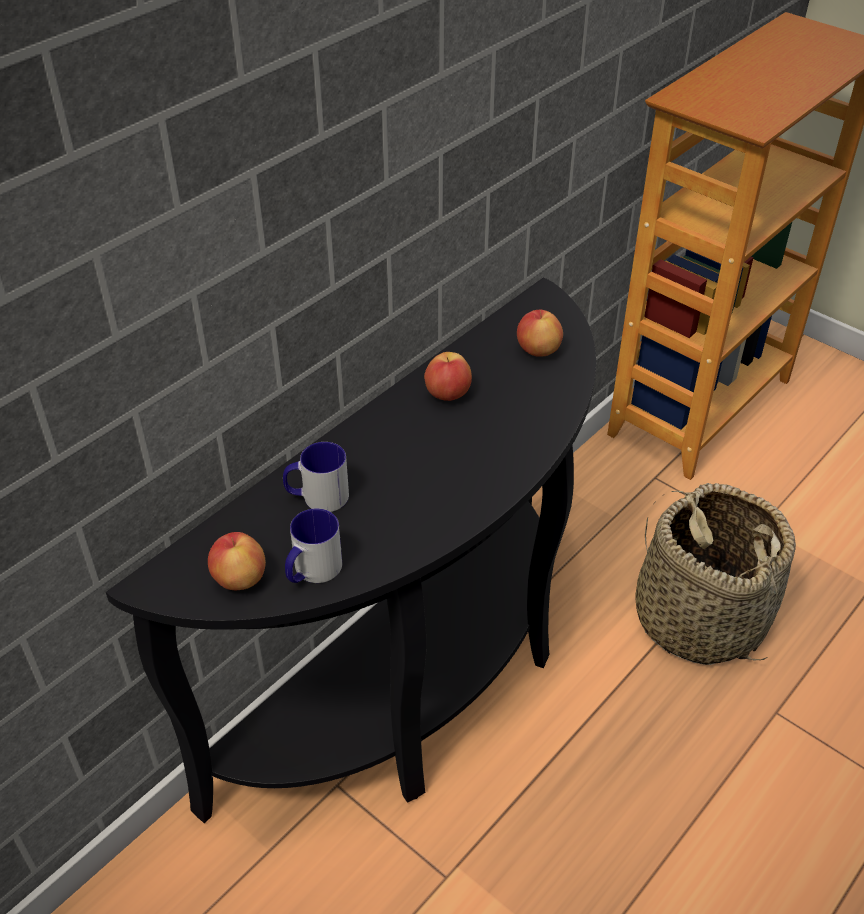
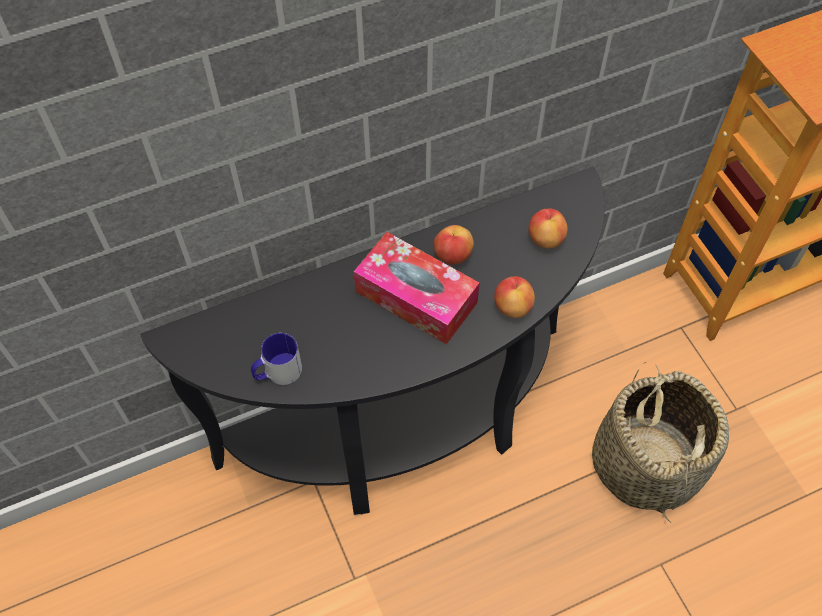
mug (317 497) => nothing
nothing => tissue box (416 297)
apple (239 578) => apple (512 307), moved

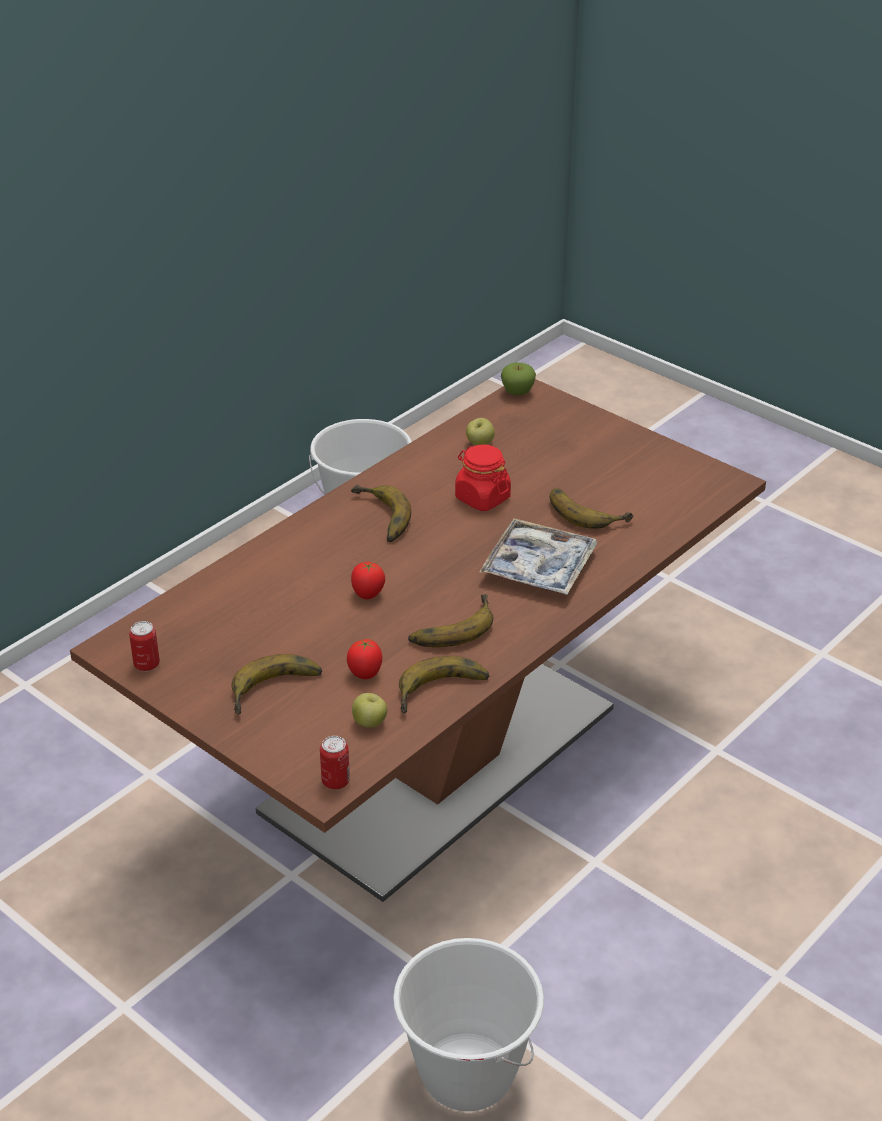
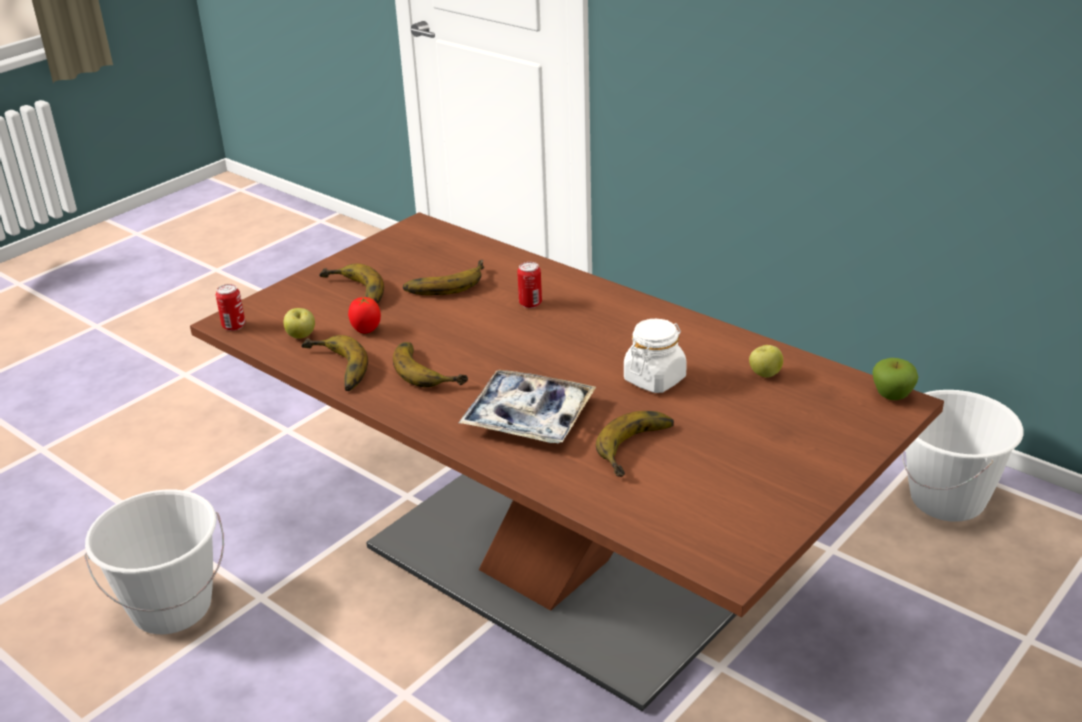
tomato (368 595) => nothing
can (146 664) => can (530 303), moved
banana (377 518) => banana (444 282), moved
red jar (482 498) => white jar (655 379)

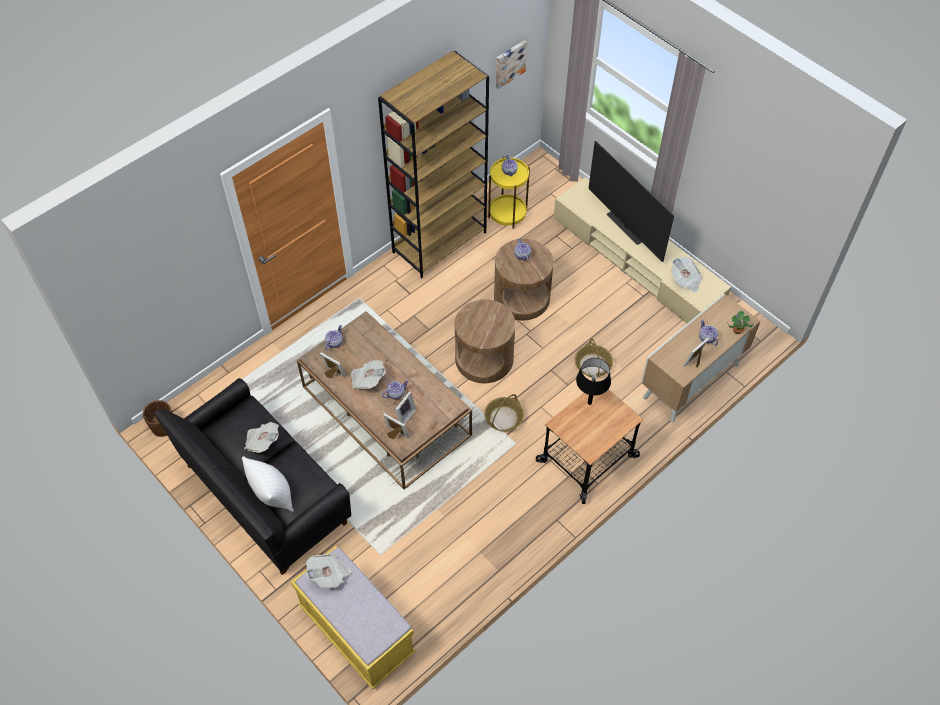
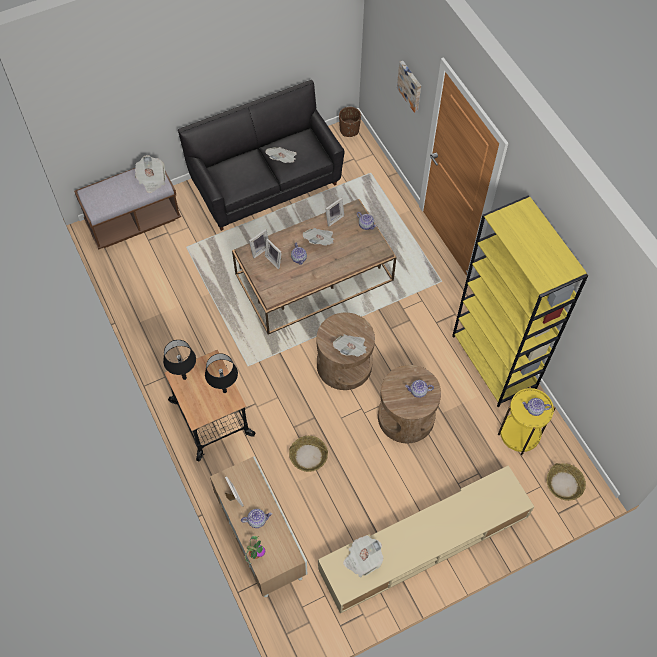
white pillow (272 495) => nothing
television (625 227) => nothing
nothing => black table lamp (184 377)
nothing => newspaper (351 349)
basket (503 418) => basket (564 484), moved
picture (509 63) => picture (410 86), moved
yellow bench (357 630) => brown bench (133 221)
brown bookcase (439 242) => yellow bookcase (494 362)

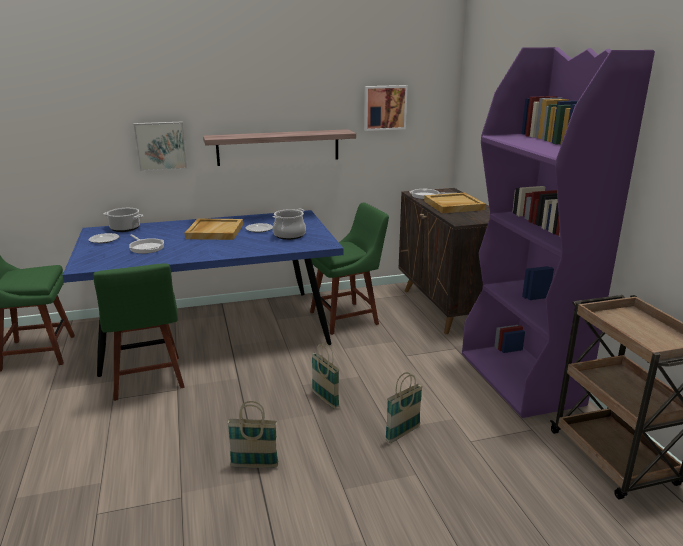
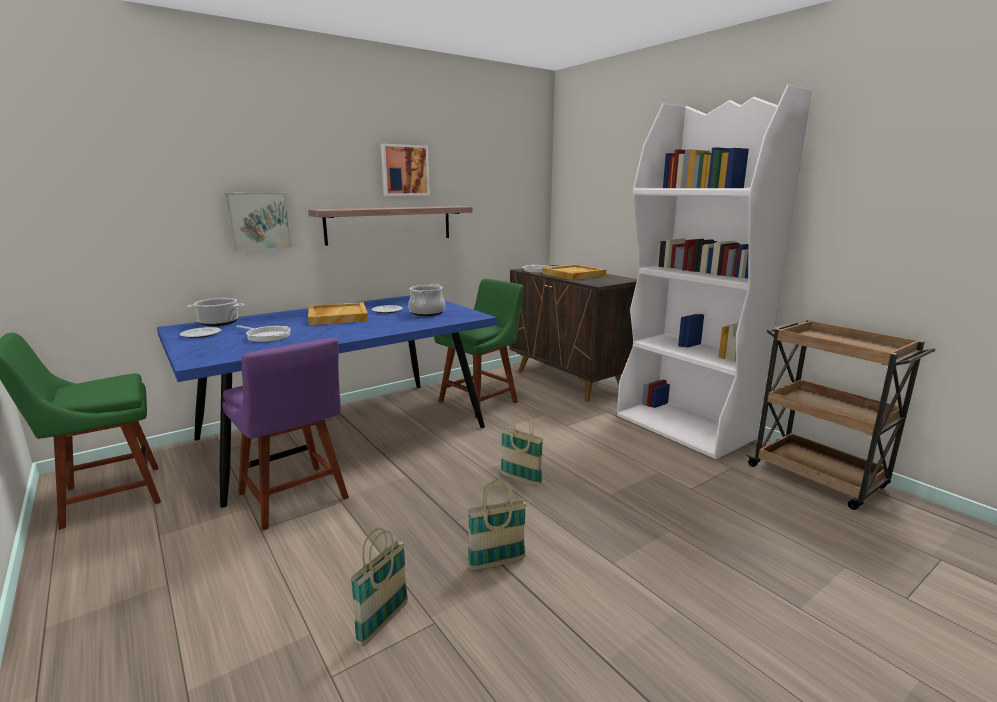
picture (384 107) => picture (404 170), moved
basket (403 433) => basket (383 622), moved
green chair (148 380) => purple chair (295 498)
purple bookcase (521 379) => white bookcase (685 427)

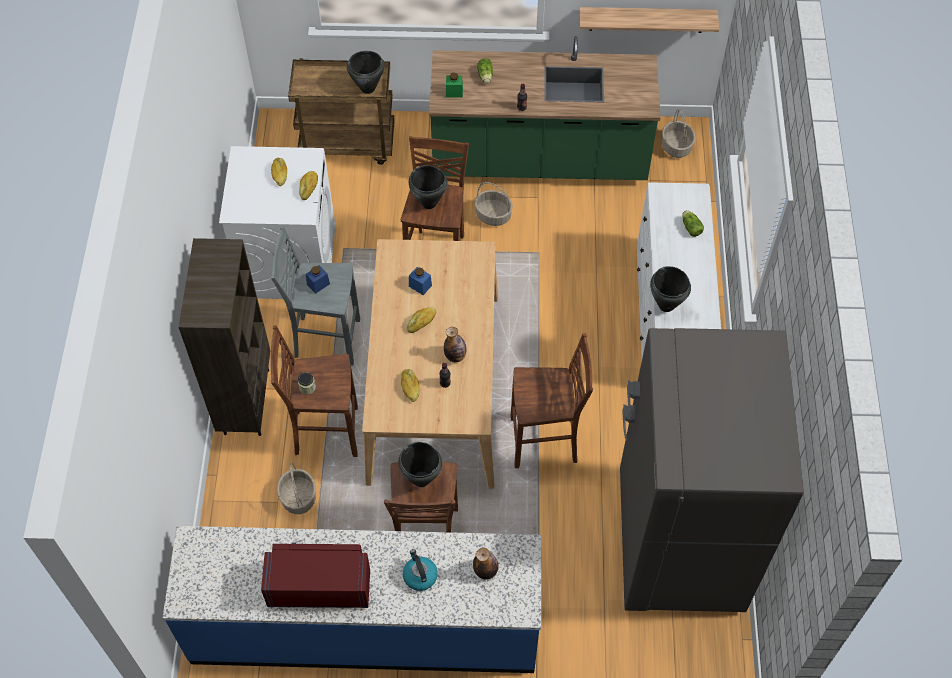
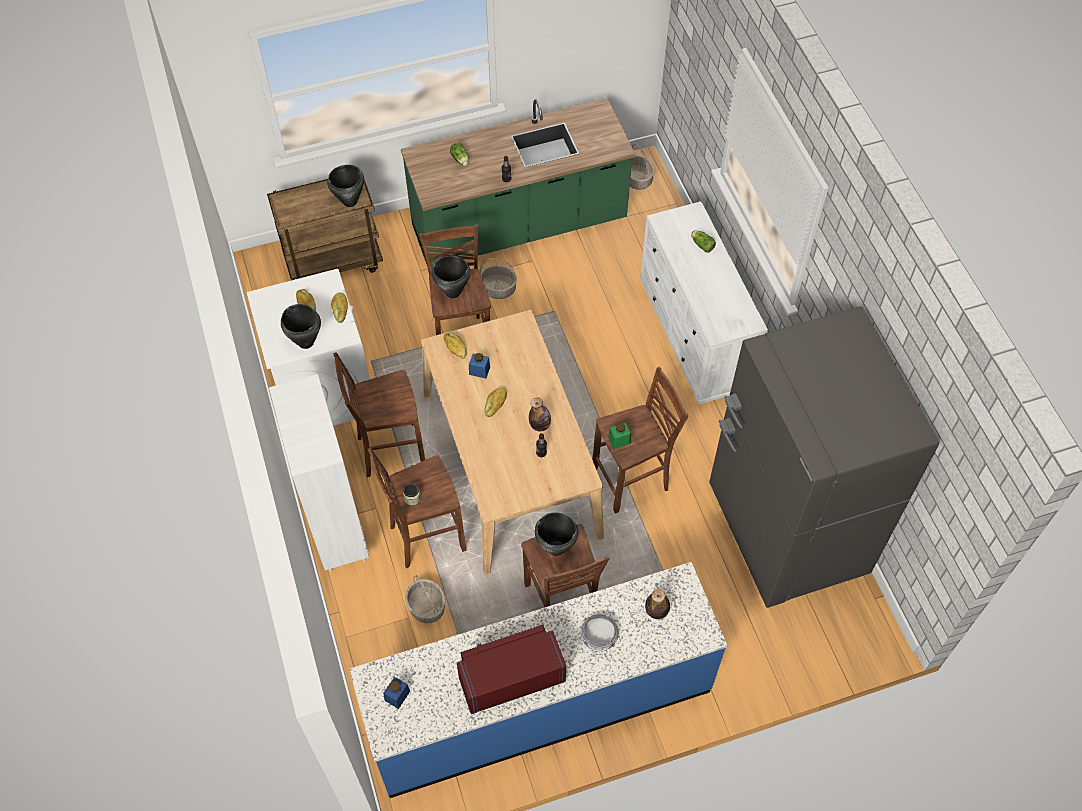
shelf (646 19) => nothing
blue jar (318 284) => blue jar (397 696), moved
bread (410 387) => bread (455 348), moved
green jar (454 92) => green jar (619 440), moved
black cooking pot (666 305) => black cooking pot (306 342), moved
kettle (419 576) => bowl (599 636)
brown bookcase (245 401) => white bookcase (337 533)
grey stool (325 339) => brown stool (389 451)

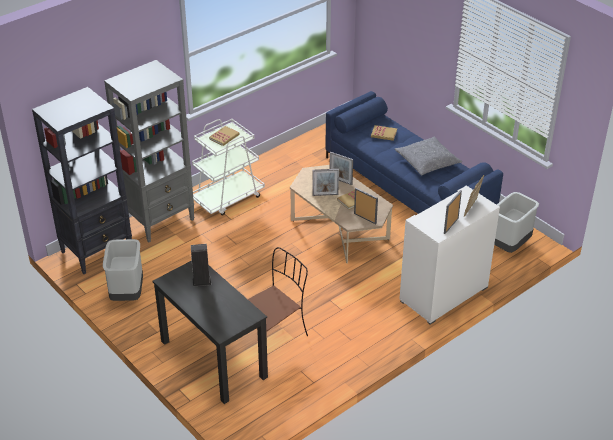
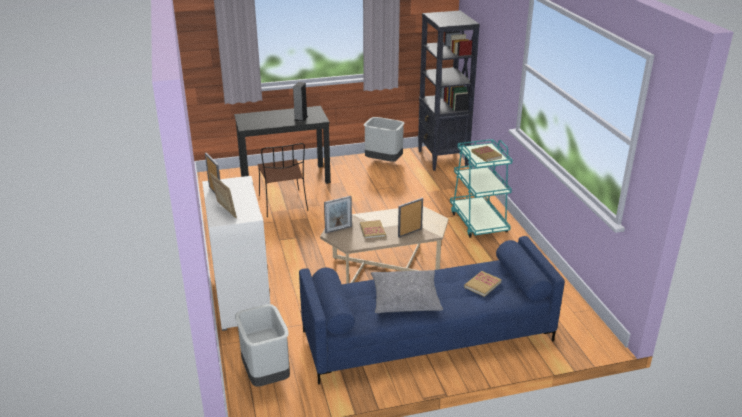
grey bookcase (160 220) => nothing
picture frame (325 195) => nothing
white cart (228 197) => turquoise cart (478 222)

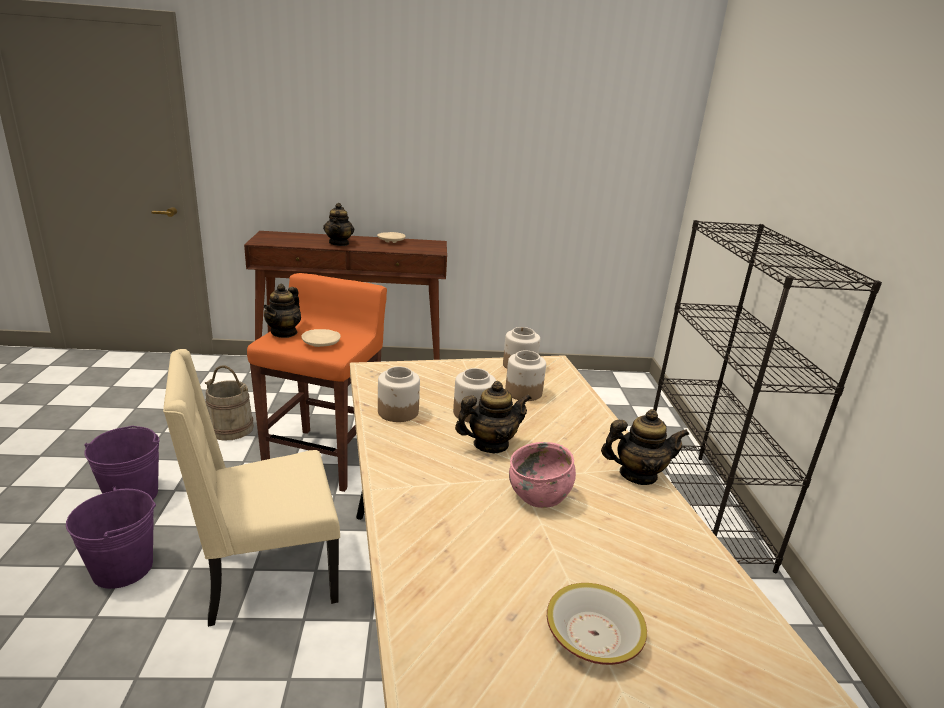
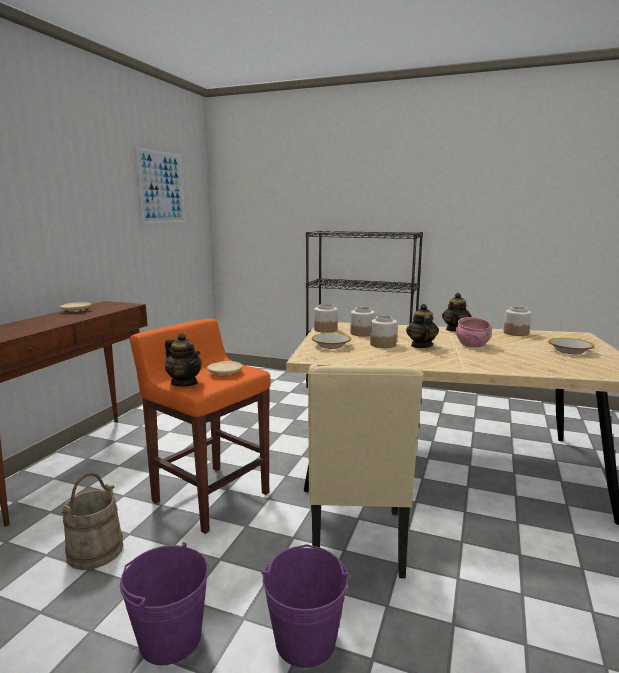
teapot (339 243) => nothing
nothing => picture (161 187)
nothing => bowl (331 346)
jar (398 412) => jar (515 333), moved

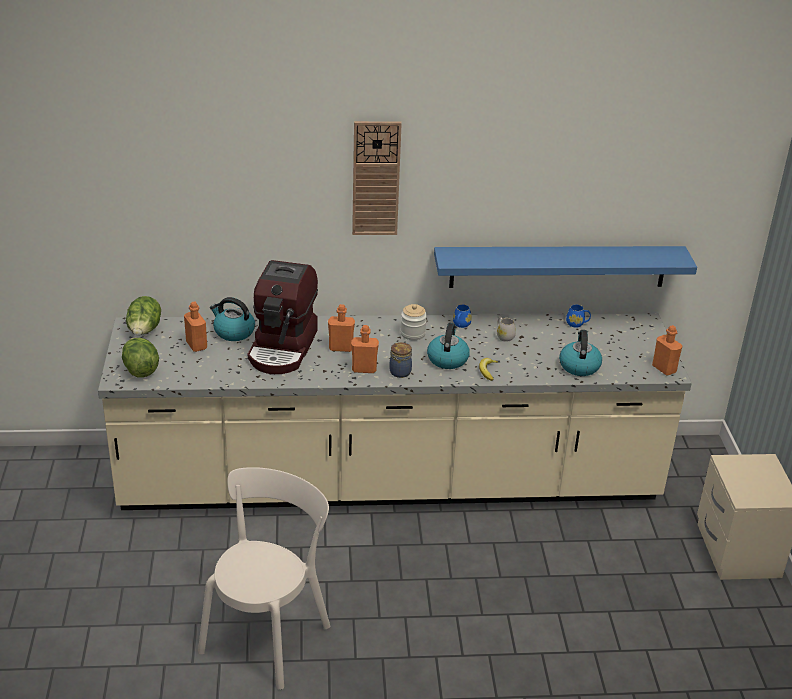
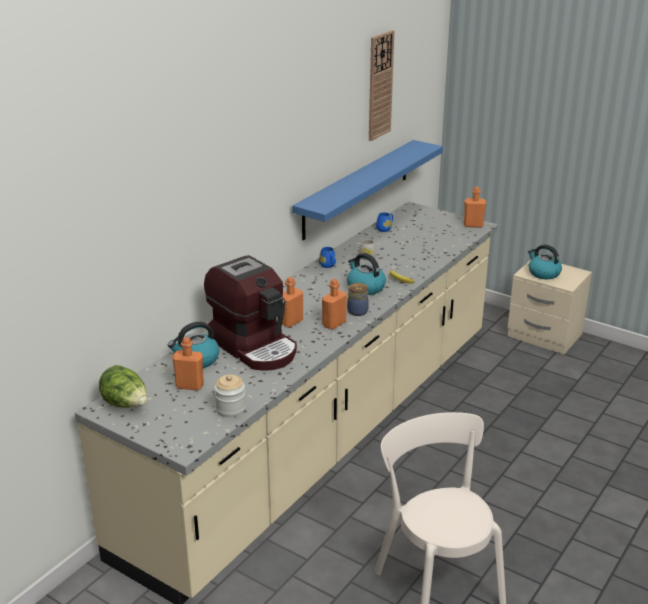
lettuce (140 369) => nothing
wall clock (376 178) => wall clock (380 85), moved
jar (413 334) => jar (230 409), moved
kettle (579 366) => kettle (543 273), moved

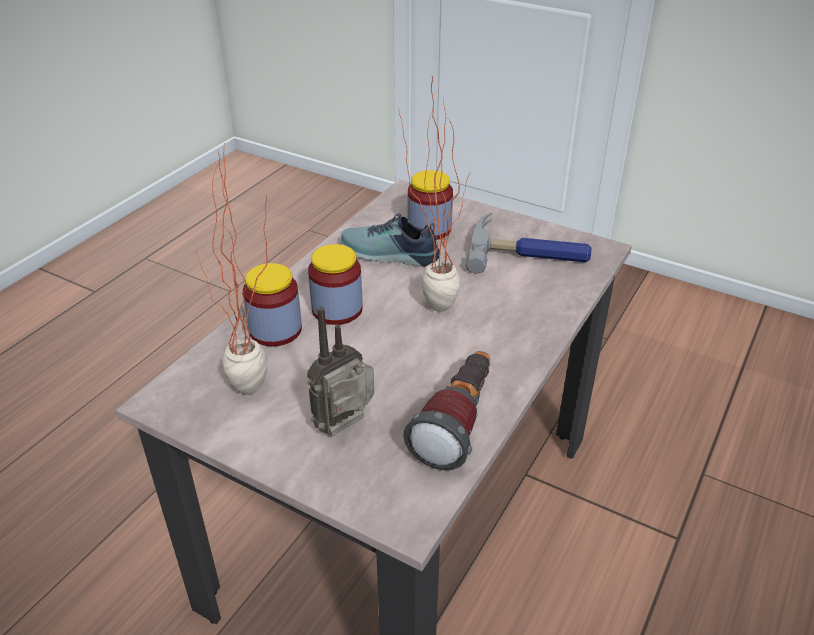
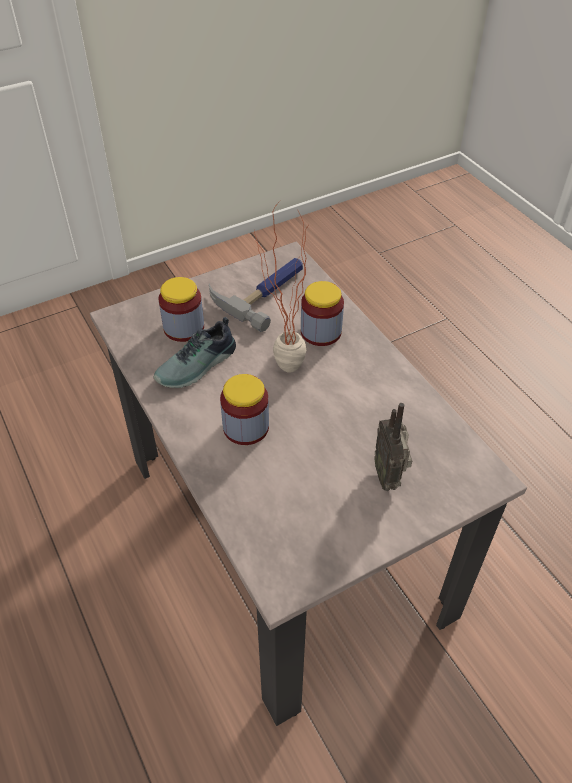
potted plant (257 395) => nothing
flashlight (457 424) => nothing
jar (275 330) => jar (321 332), moved

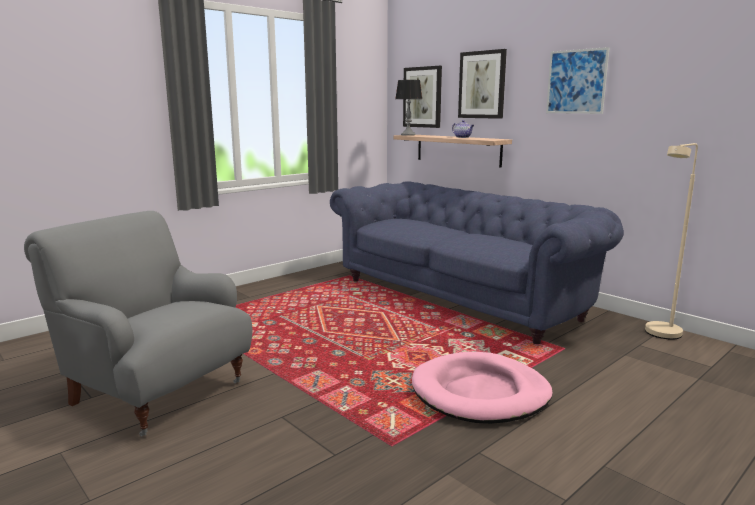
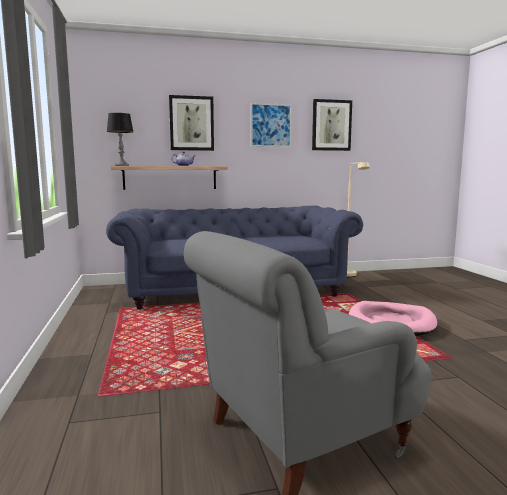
picture (422 97) => picture (331 125), moved

